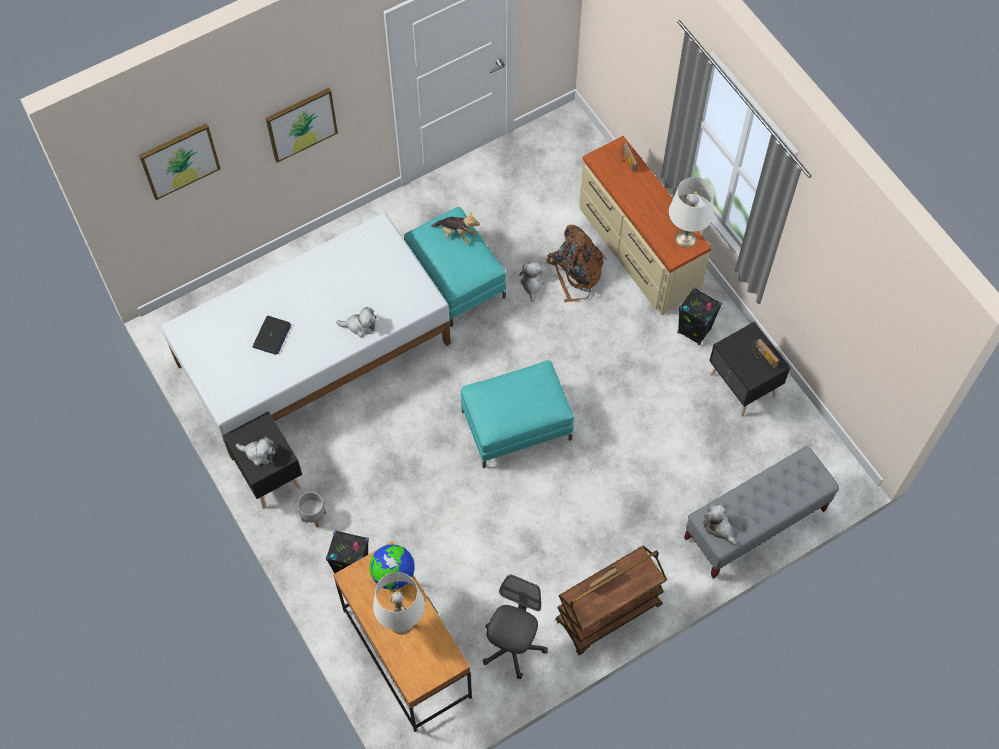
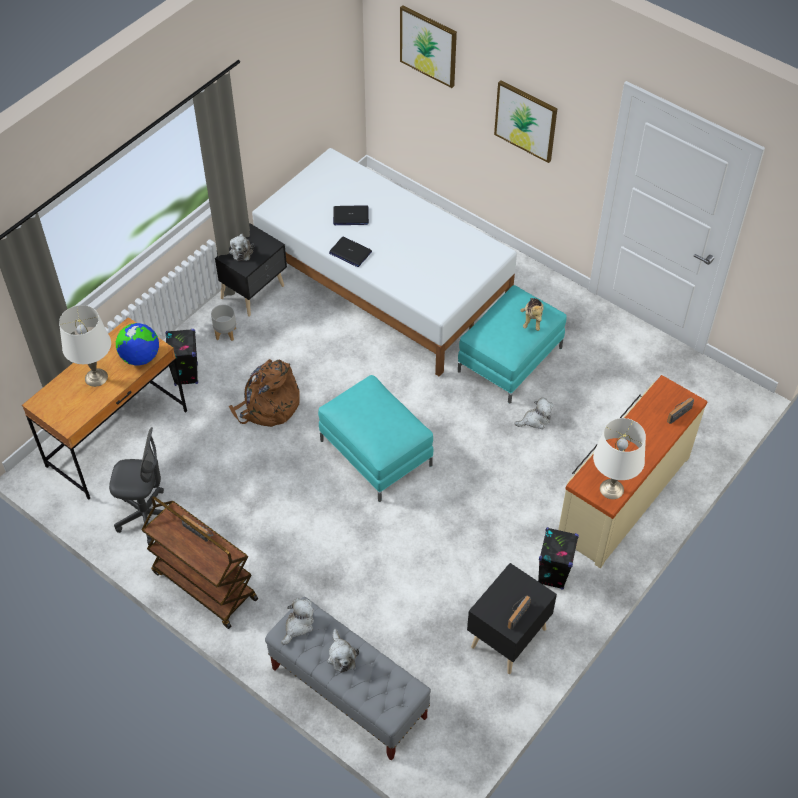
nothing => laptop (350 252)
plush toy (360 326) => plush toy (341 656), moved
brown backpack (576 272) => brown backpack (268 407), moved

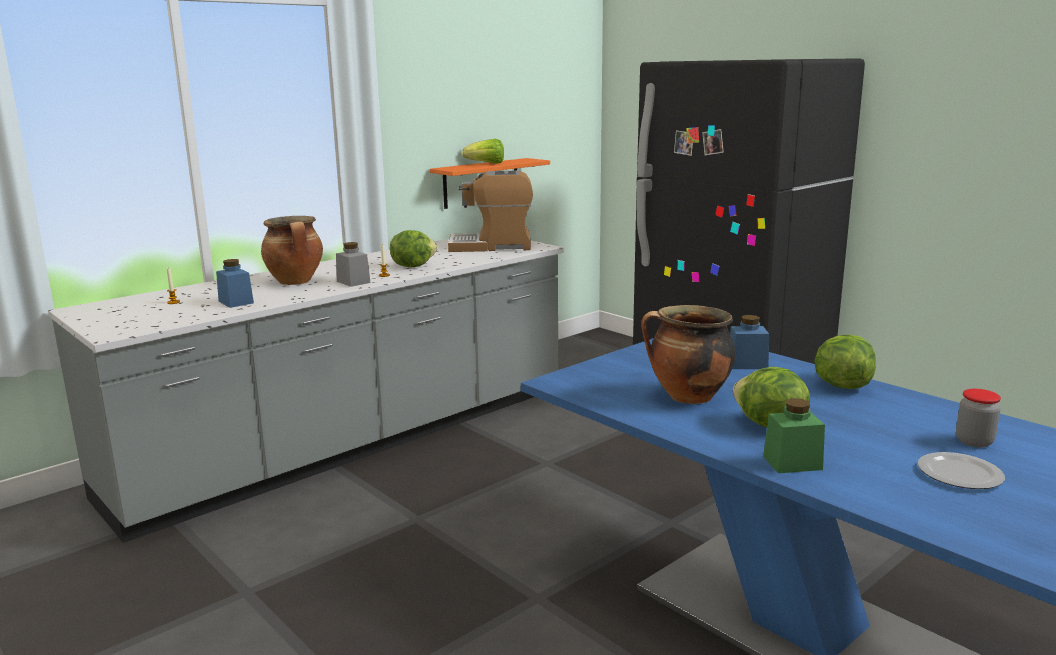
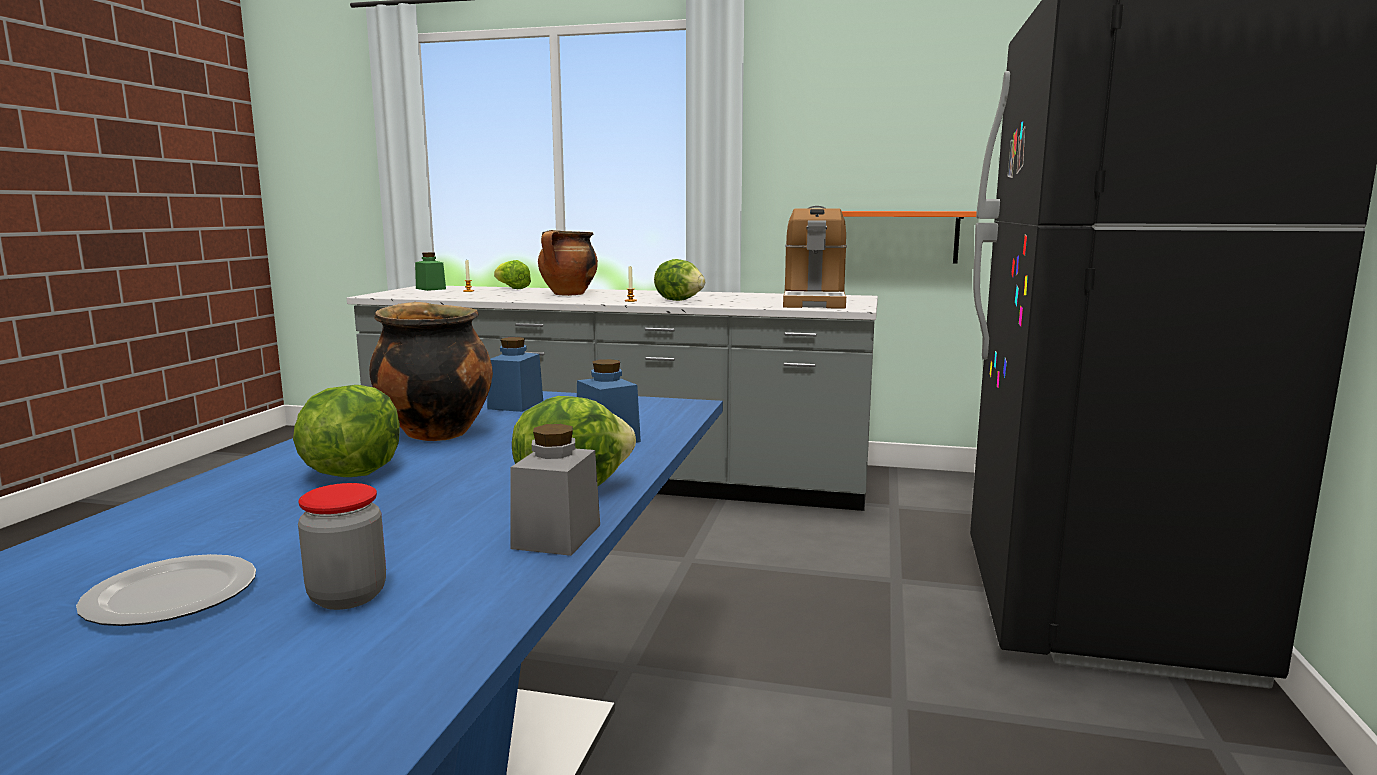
blue jar (236 302) => blue jar (515 405), moved
grey jar (353 282) => grey jar (557 536), moved
lettuce (486 164) => lettuce (511 288), moved
green jar (792 463) => green jar (430 289), moved
coffee machine (492 246) => coffee machine (814 301), 135 degrees counterclockwise

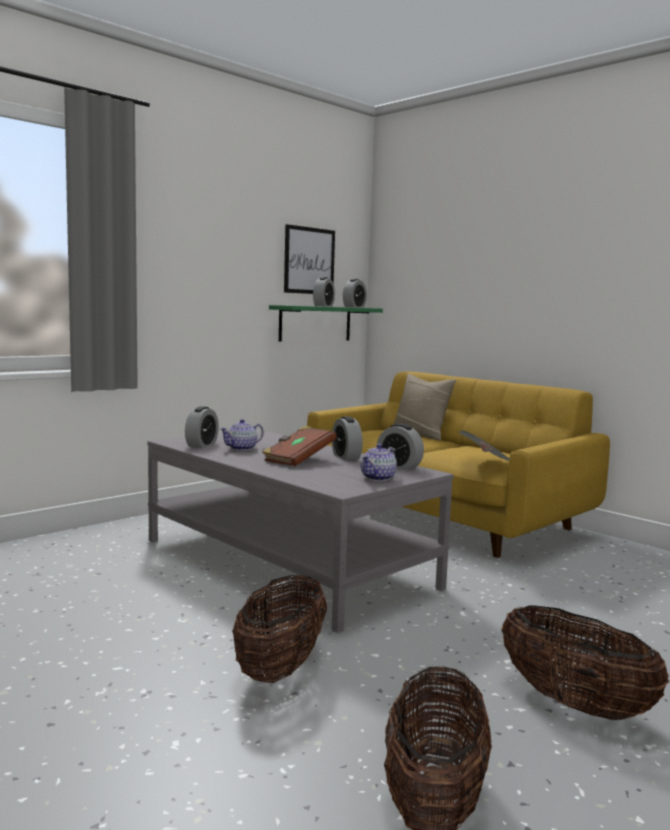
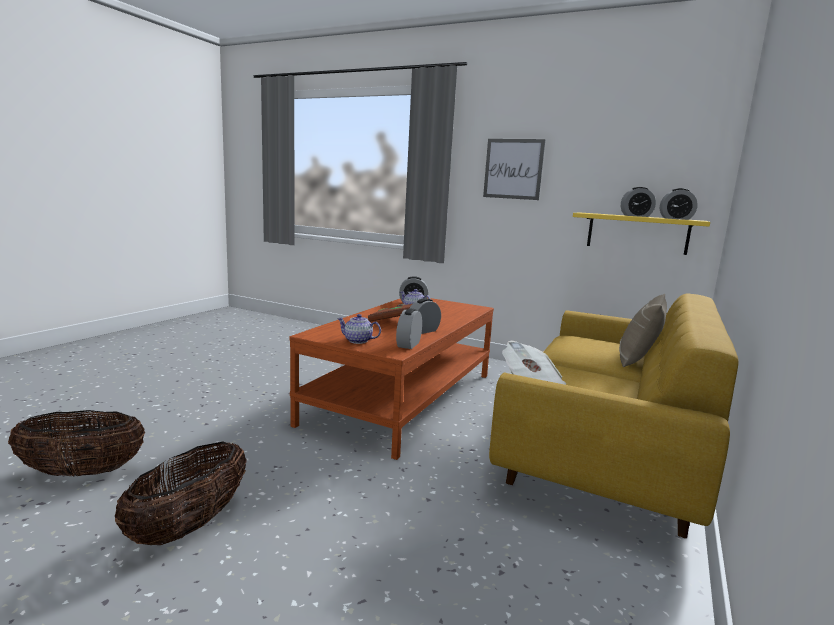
basket (280 667) => nothing
picture (309 260) => picture (513 169), moved
grey coffee table (286 563) => brown coffee table (402 398)
green shelf (315 323) => yellow shelf (637 233)

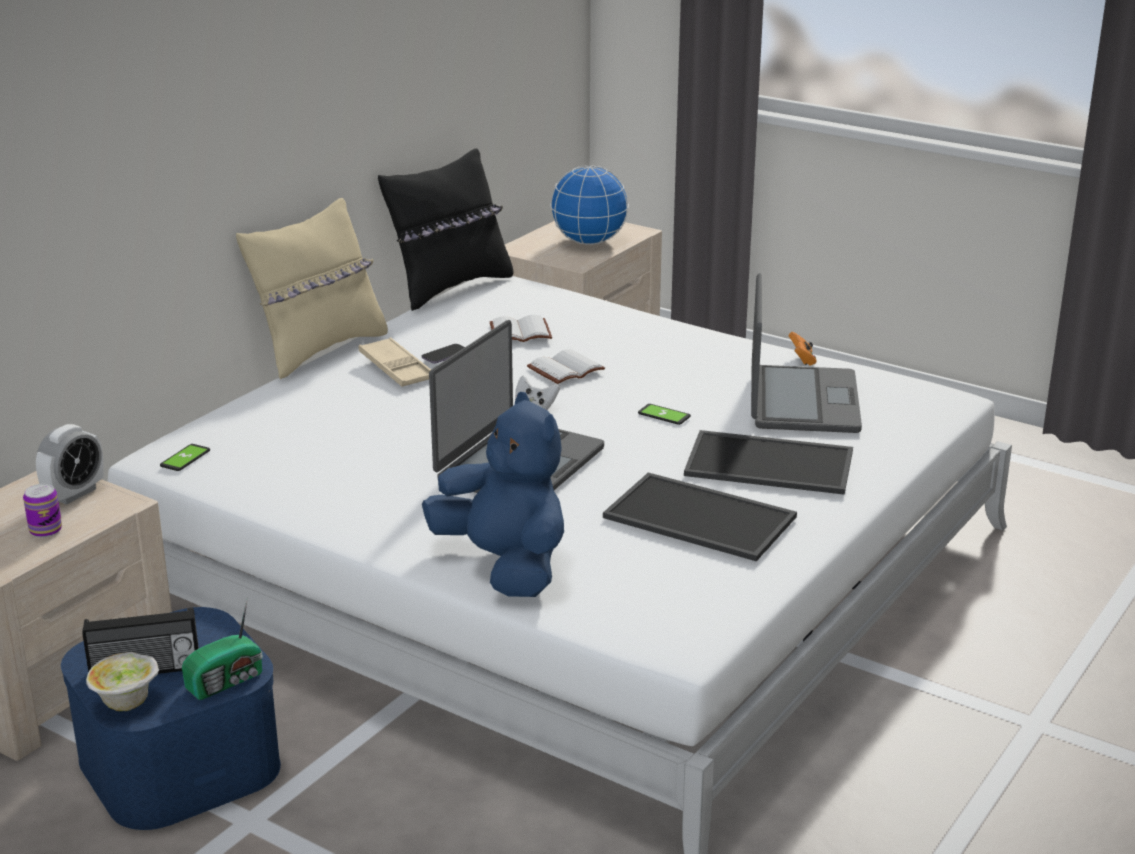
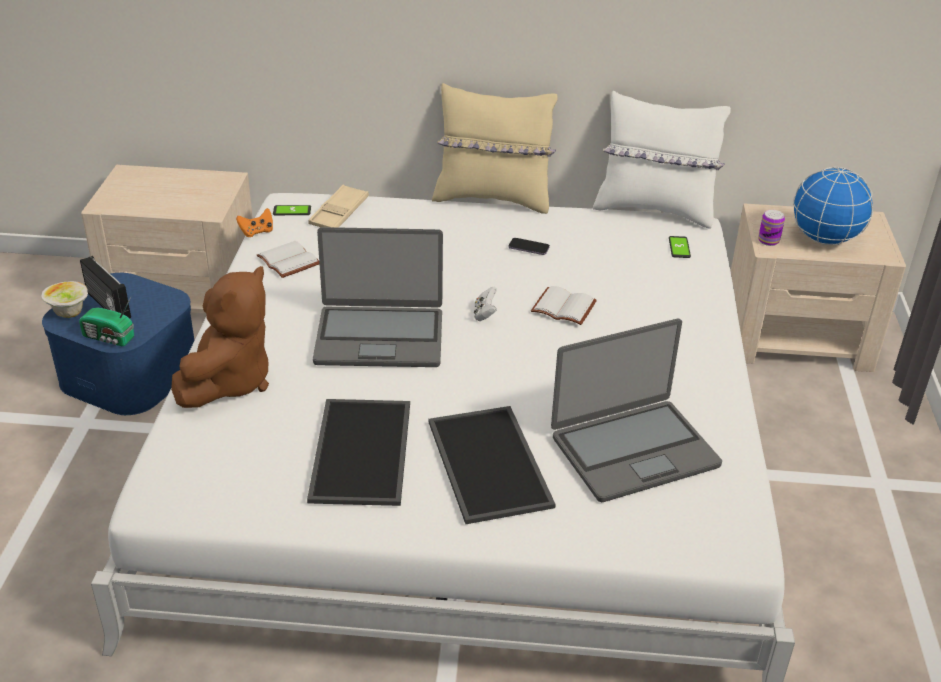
alarm clock (74 494) => nothing
can (45 530) => can (768 241), moved
beige tray (396 369) => beige tray (339 213), moved
white book (521 331) => white book (290 261), moved
phone (664 415) => phone (679 248), moved
orange game controller (802 360) => orange game controller (257 232), moved
black pillow (450 287) => white pillow (654 210)
blue plush toy (505 566) => brown plush toy (229 381)

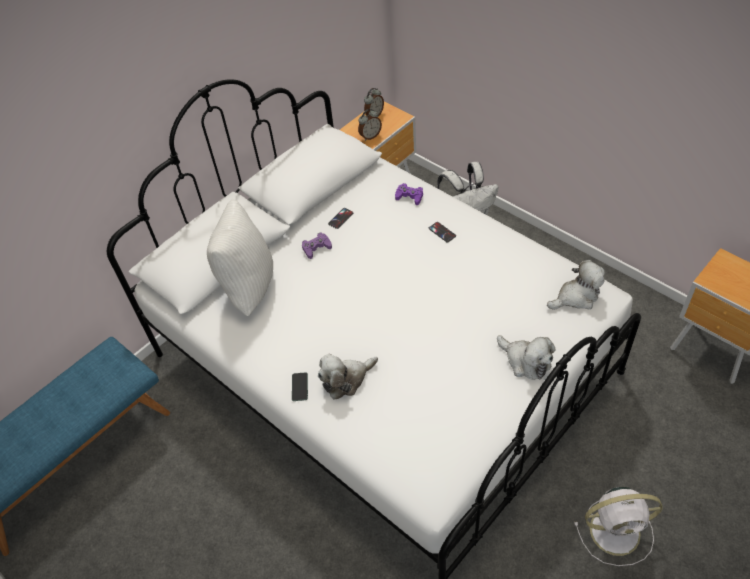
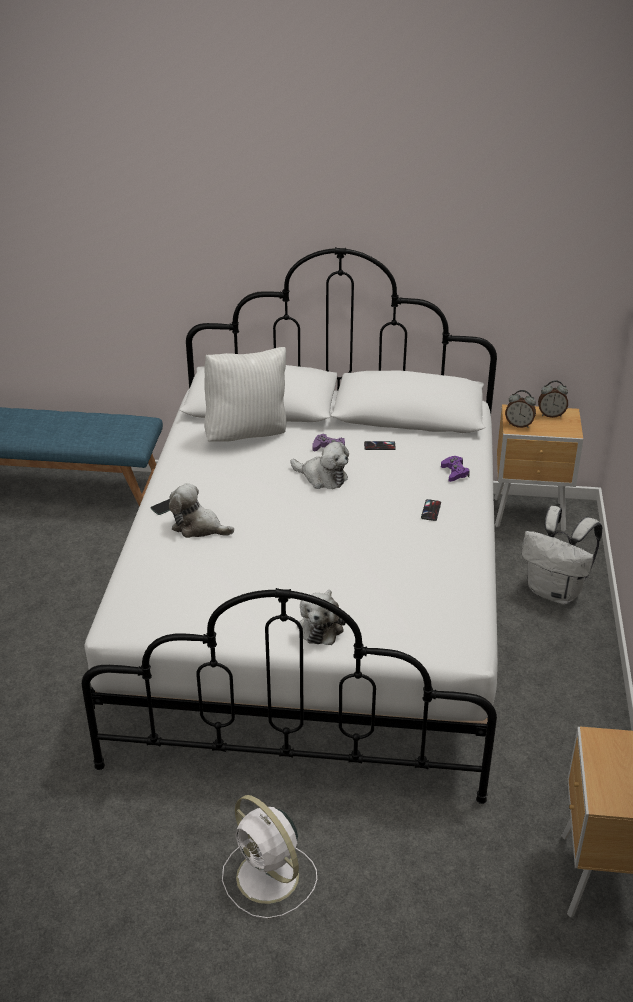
plush toy (576 297) => plush toy (322 477), moved

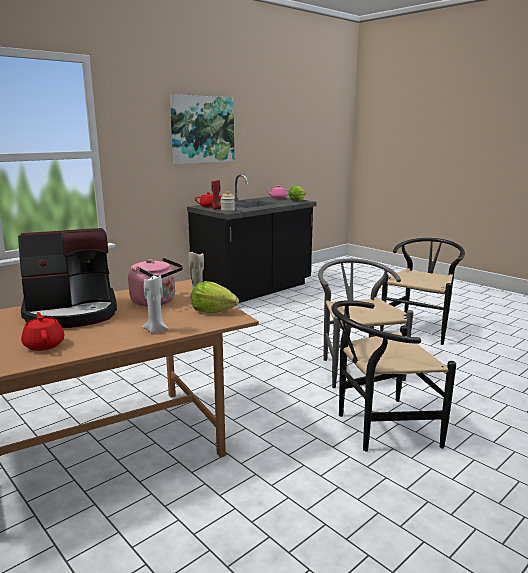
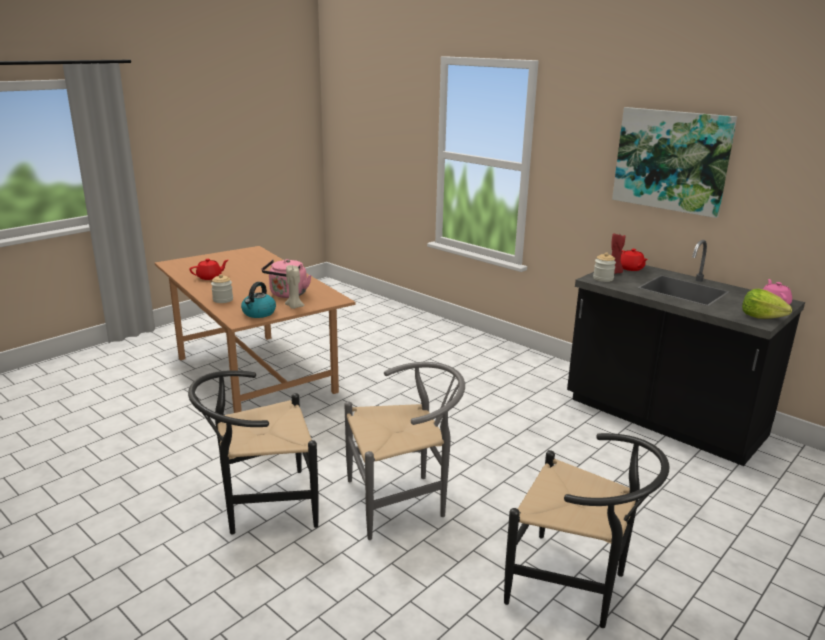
coffee machine (72 313) => nothing
white candle (156 330) => jar (223 300)
lettuce (213 311) => kettle (259 313)
black chair (378 427) => black chair (260 505), 90 degrees counterclockwise

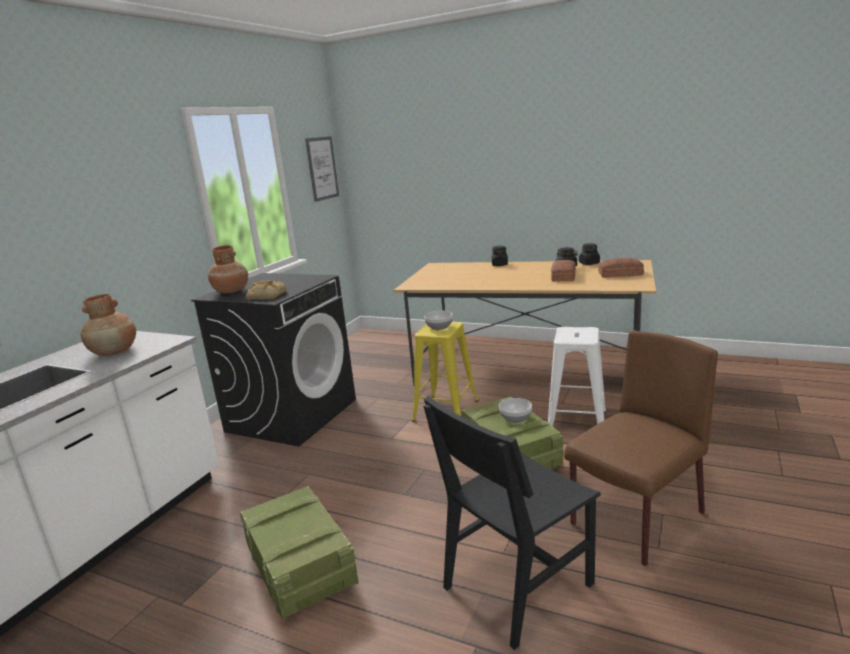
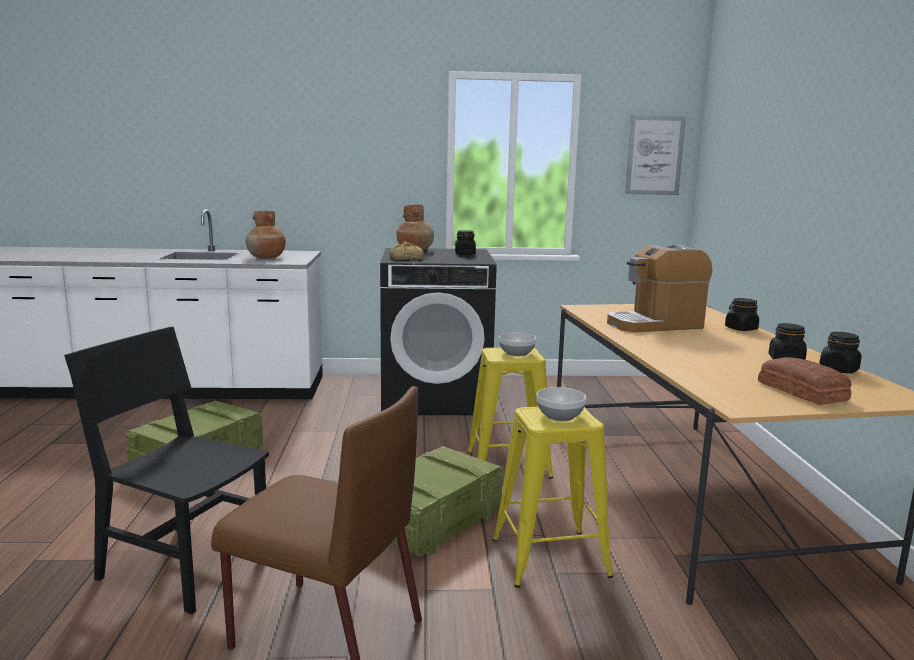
bread (562 276) => nothing
nothing => black jar (465 254)
nothing => coffee machine (655 324)
bowl (516 418) => bowl (560 416), moved
white stool (576 424) => yellow stool (550 557)

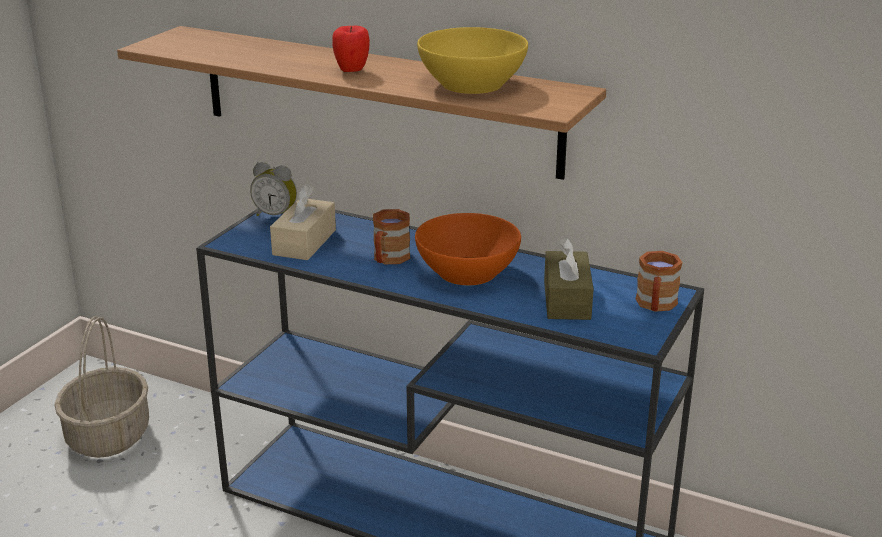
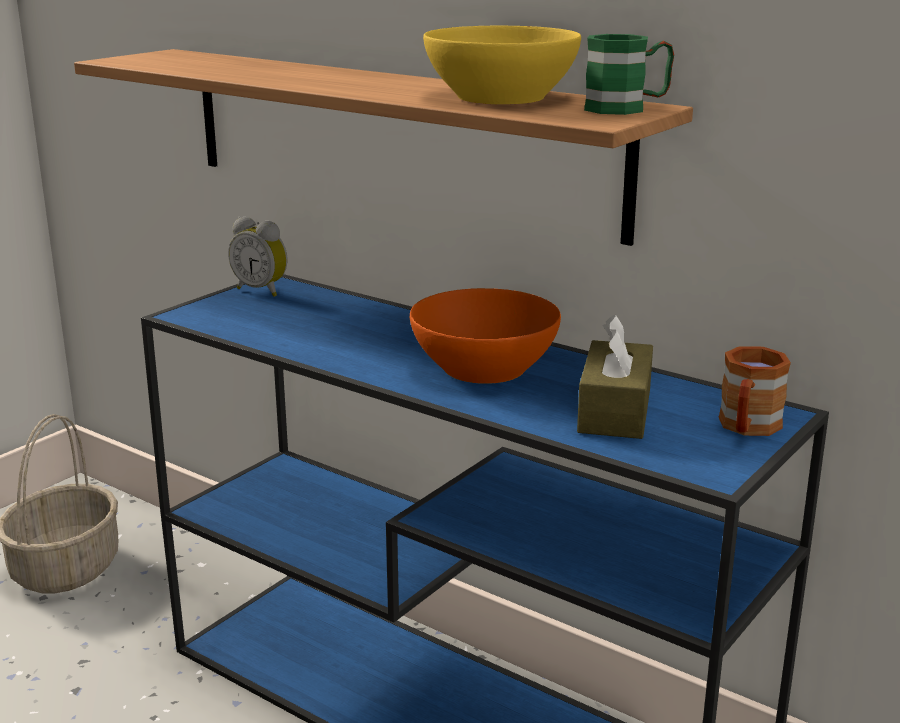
beige tissue box (304 242) => nothing
apple (351 71) => nothing
brown mug (388 259) => nothing
nothing => green mug (627 108)

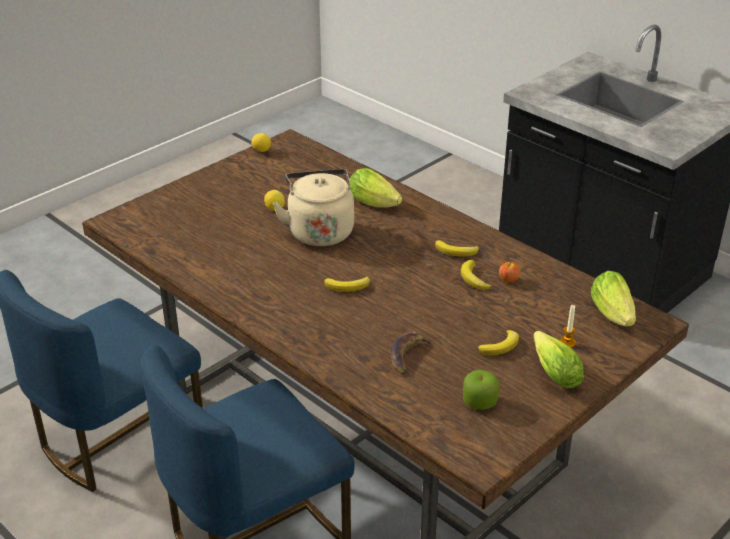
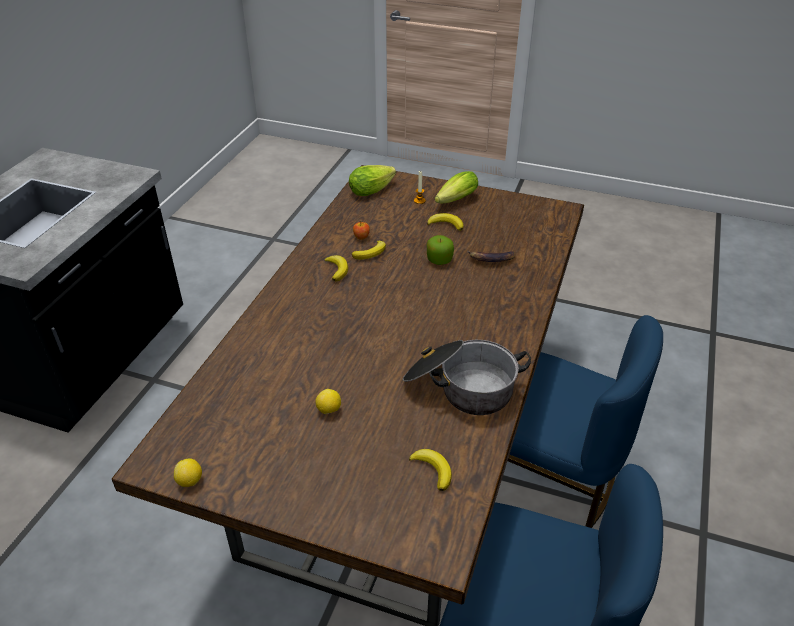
beige kettle (319 231) => nothing
lettuce (376 203) => nothing
nothing => cooking pot (461 388)
banana (348 287) => banana (433 470), moved
apple (479 402) => apple (439 260), moved

